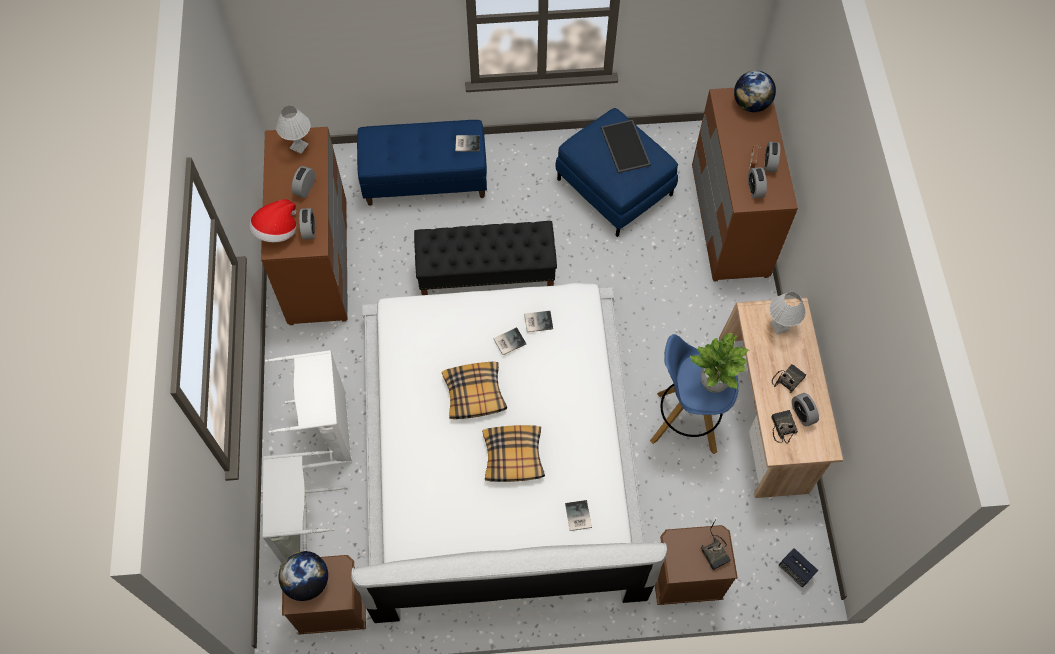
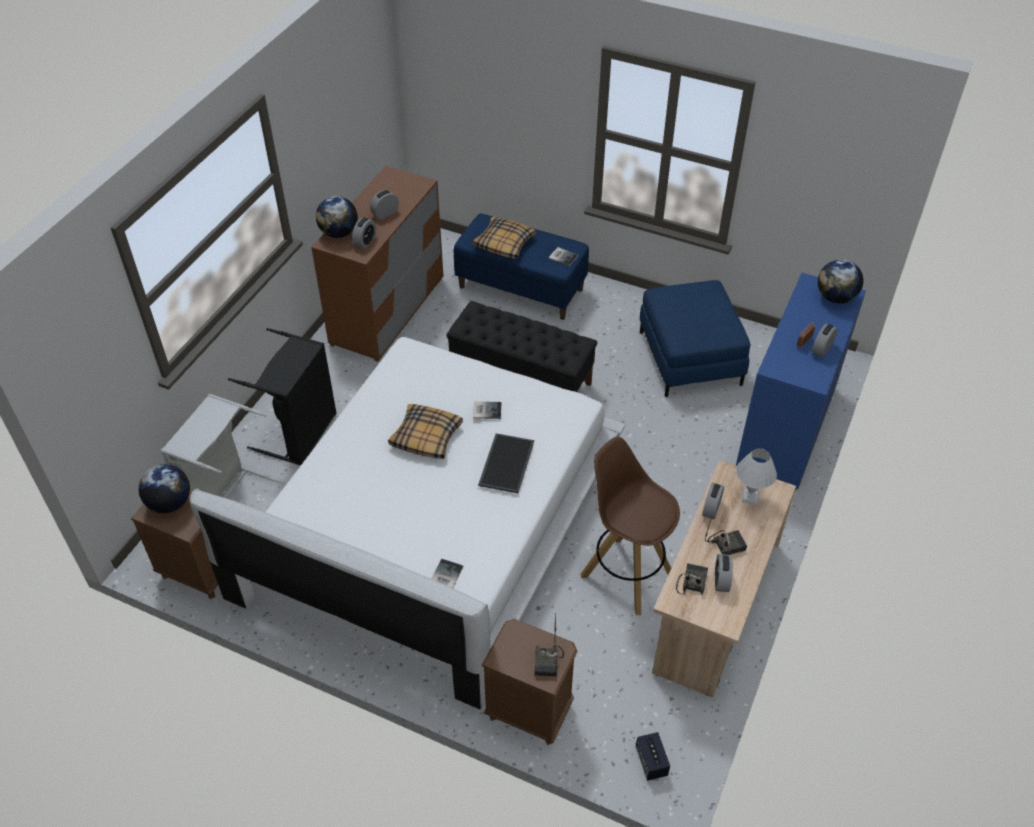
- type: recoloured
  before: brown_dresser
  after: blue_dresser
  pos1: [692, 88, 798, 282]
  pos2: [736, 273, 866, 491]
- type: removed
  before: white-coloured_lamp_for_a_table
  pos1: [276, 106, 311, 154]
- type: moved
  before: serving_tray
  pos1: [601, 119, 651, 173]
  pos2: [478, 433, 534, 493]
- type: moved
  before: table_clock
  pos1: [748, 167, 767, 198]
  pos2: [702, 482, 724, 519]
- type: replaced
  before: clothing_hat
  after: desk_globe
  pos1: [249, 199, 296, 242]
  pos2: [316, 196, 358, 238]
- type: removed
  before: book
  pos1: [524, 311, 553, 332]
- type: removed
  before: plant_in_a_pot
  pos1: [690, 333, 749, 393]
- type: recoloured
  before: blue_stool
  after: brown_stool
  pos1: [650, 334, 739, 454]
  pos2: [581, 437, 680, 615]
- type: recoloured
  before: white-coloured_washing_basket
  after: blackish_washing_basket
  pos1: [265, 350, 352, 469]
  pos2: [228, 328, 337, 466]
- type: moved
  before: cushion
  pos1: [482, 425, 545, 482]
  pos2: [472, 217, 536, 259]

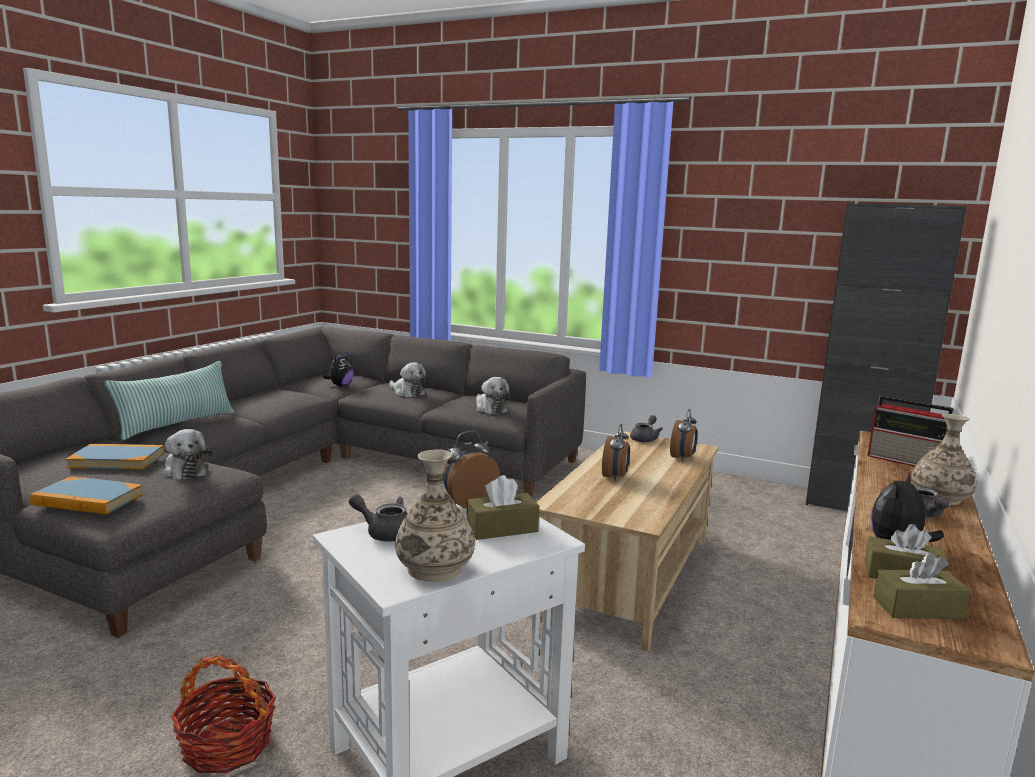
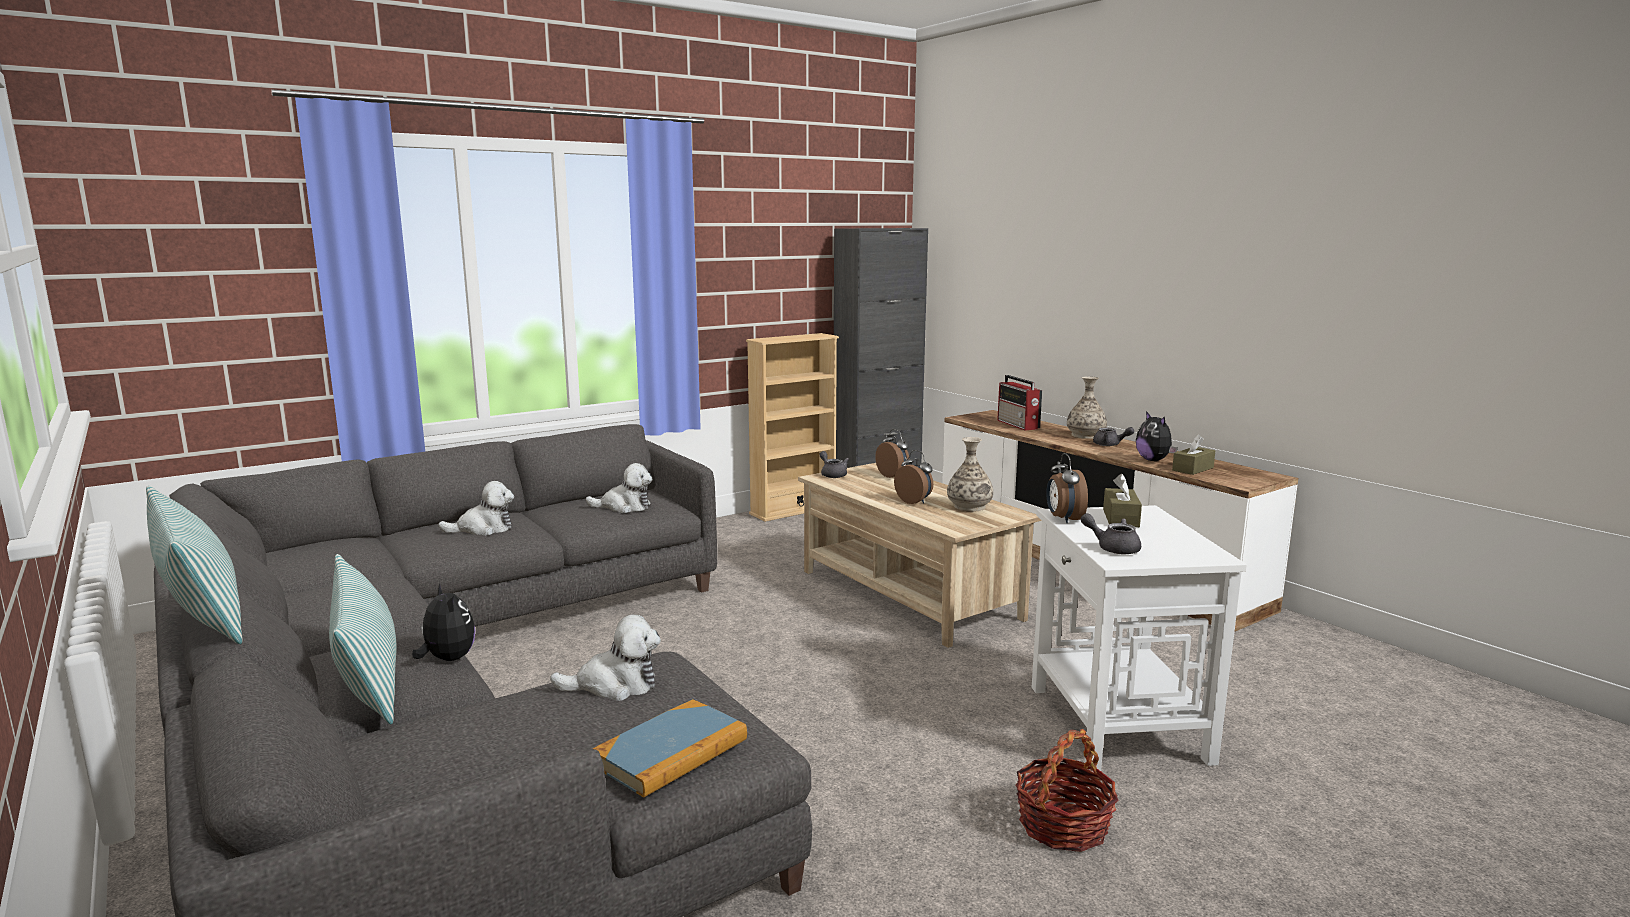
- type: moved
  before: cuddly_toy
  pos1: [323, 351, 354, 386]
  pos2: [412, 583, 475, 661]
- type: turned
  before: radio_set
  pos1: [868, 396, 954, 467]
  pos2: [997, 375, 1042, 430]
  turn: 90
- type: removed
  before: book
  pos1: [66, 444, 164, 469]
- type: moved
  before: vase
  pos1: [395, 449, 475, 582]
  pos2: [947, 437, 993, 512]
- type: turned
  before: grey_pot_for_tea
  pos1: [349, 494, 408, 541]
  pos2: [1080, 513, 1141, 554]
  turn: 75
- type: removed
  before: brown_tissue_box
  pos1: [873, 552, 971, 619]
- type: added
  after: beige_bookcase
  pos2: [746, 333, 839, 522]
- type: added
  after: cushion
  pos2: [146, 485, 243, 644]

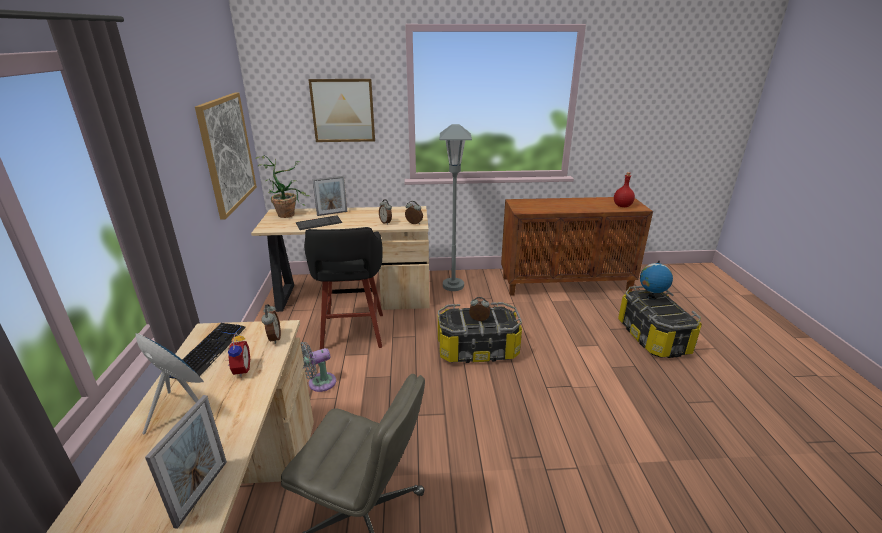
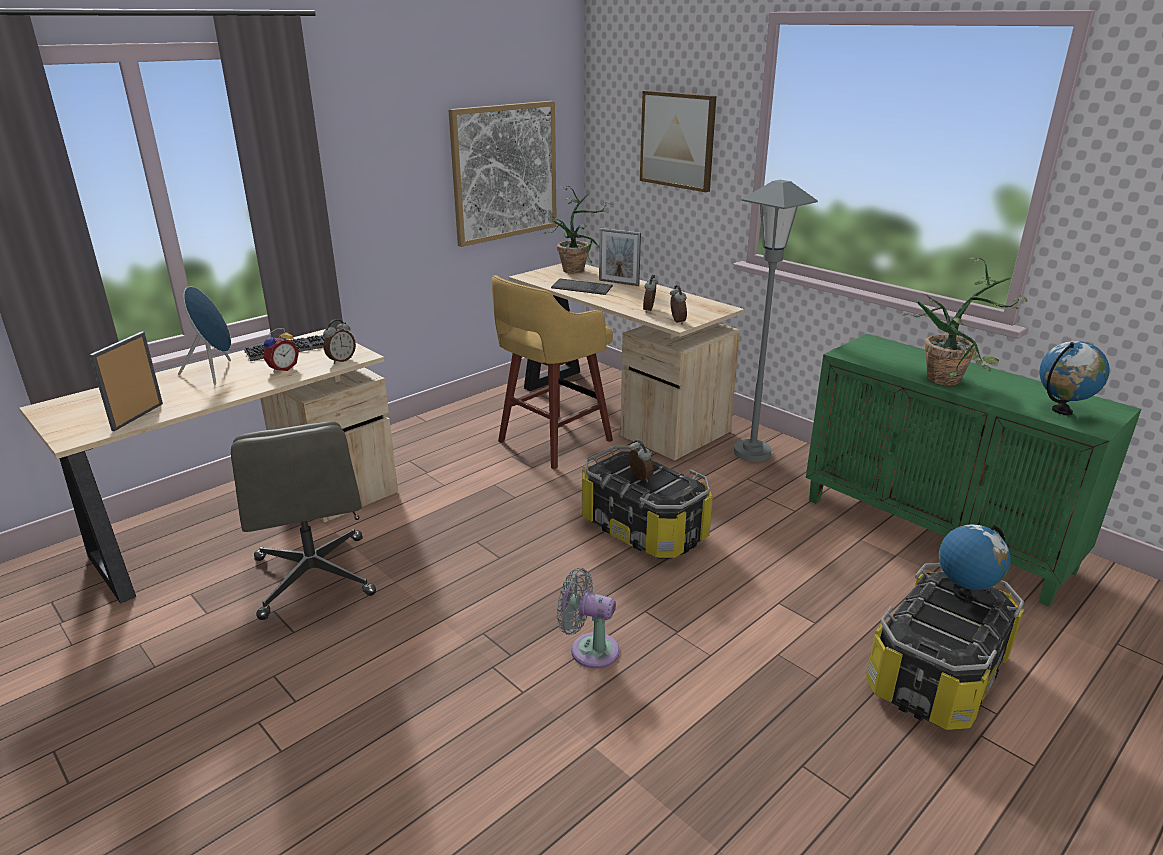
- type: replaced
  before: red_beverage_bottle
  after: desk_globe
  pos1: [614, 172, 635, 207]
  pos2: [1039, 341, 1109, 415]
- type: recoloured
  before: brown_storage_cabinet
  after: green-coloured_storage_cabinet
  pos1: [501, 197, 653, 296]
  pos2: [806, 334, 1141, 607]
- type: recoloured
  before: blackish_stool
  after: yellowish_stool
  pos1: [304, 227, 383, 349]
  pos2: [491, 275, 613, 469]
- type: moved
  before: grey_cooling_fan
  pos1: [301, 342, 336, 392]
  pos2: [557, 568, 620, 668]
- type: turned
  before: picture_frame
  pos1: [145, 395, 227, 529]
  pos2: [89, 332, 163, 431]
  turn: 135
- type: added
  after: plant_in_a_pot
  pos2: [902, 257, 1028, 385]

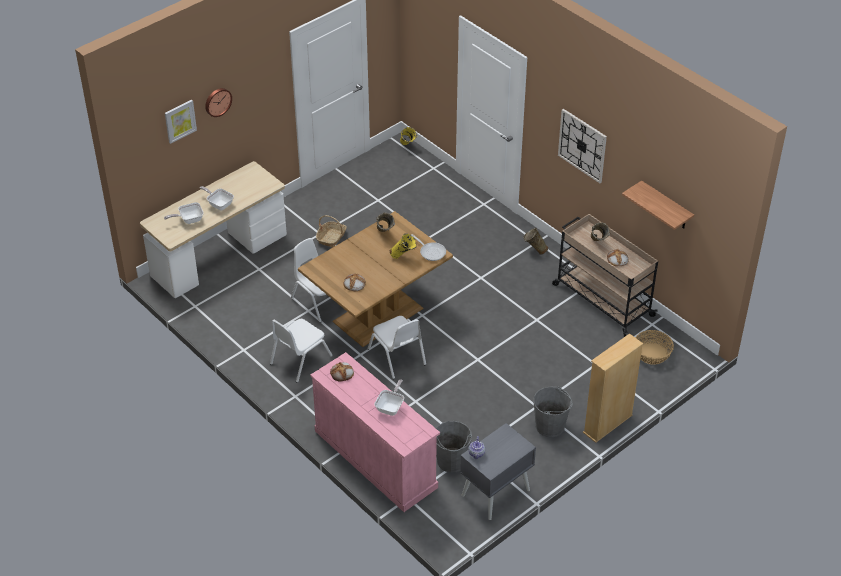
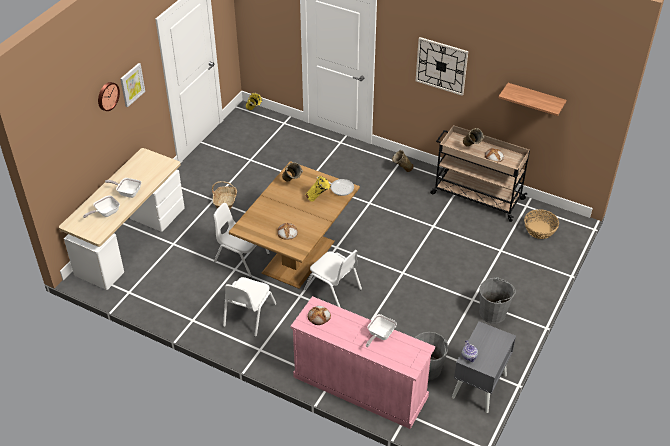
- type: moved
  before: wall_art
  pos1: [165, 100, 197, 144]
  pos2: [120, 63, 145, 107]
- type: removed
  before: beige_bookcase
  pos1: [583, 333, 643, 443]
- type: turned
  before: frying_pan
  pos1: [374, 379, 404, 416]
  pos2: [366, 314, 397, 347]
  turn: -150

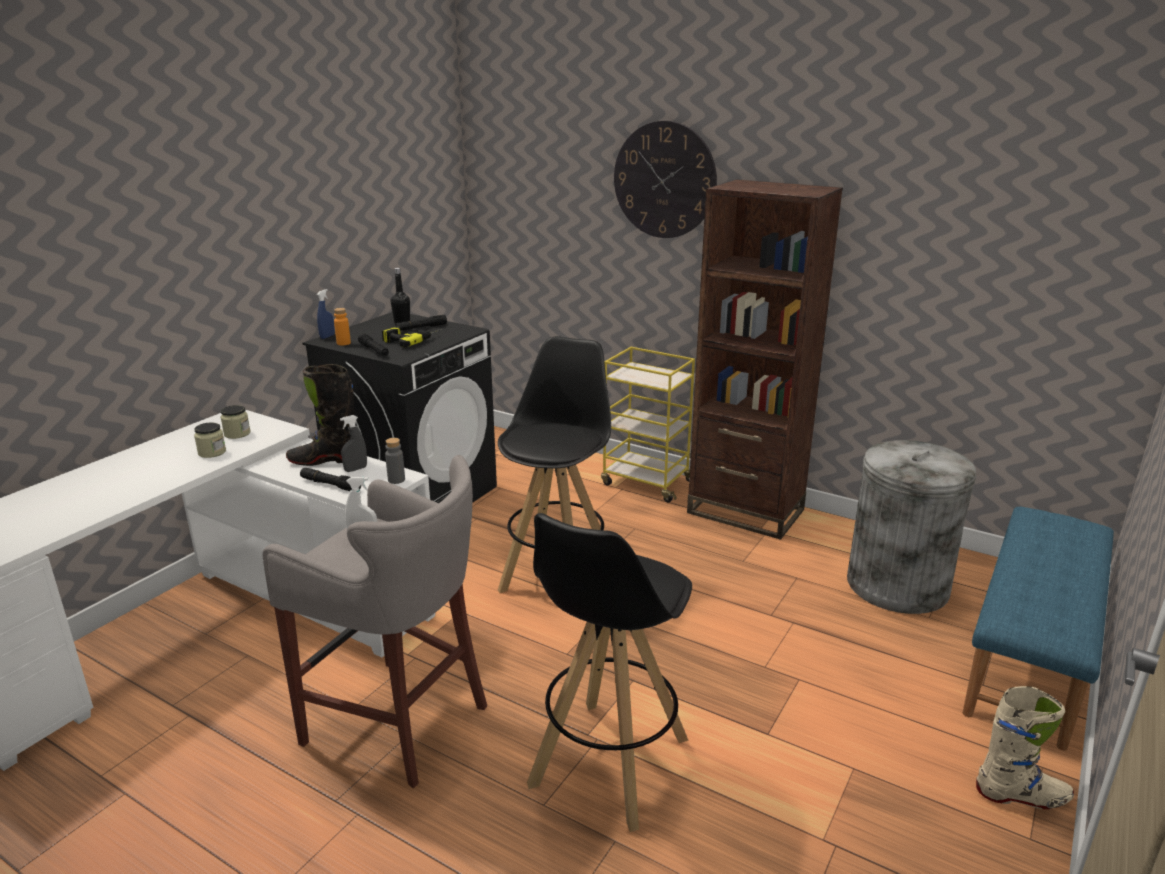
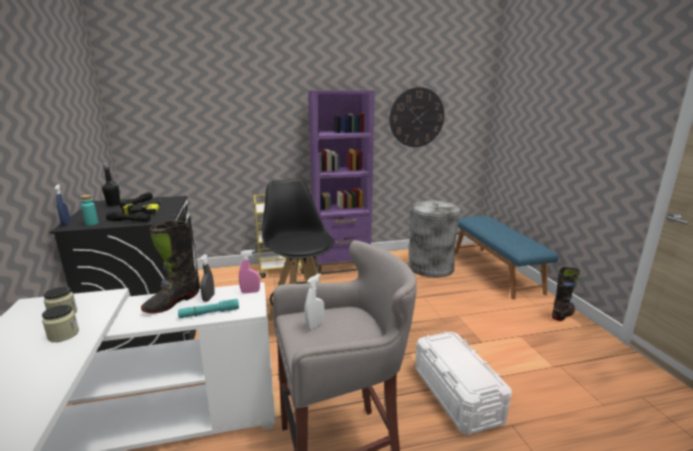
- type: moved
  before: hanging_clock
  pos1: [614, 121, 717, 238]
  pos2: [389, 87, 444, 147]
- type: recoloured
  before: brown_bookcase
  after: purplish_bookcase
  pos1: [687, 179, 843, 540]
  pos2: [308, 90, 375, 274]
- type: recoloured
  before: orange_beverage_bottle
  after: turquoise-coloured_beverage_bottle
  pos1: [334, 308, 351, 346]
  pos2: [80, 195, 99, 226]
- type: replaced
  before: grey_beverage_bottle
  after: pink_sprayer
  pos1: [385, 438, 405, 484]
  pos2: [239, 250, 260, 294]
- type: recoloured
  before: blackish_flashlight
  after: turquoise-coloured_flashlight
  pos1: [300, 468, 361, 491]
  pos2: [178, 299, 239, 318]
- type: replaced
  before: blackish_stool
  after: white-coloured_storage_box
  pos1: [527, 513, 692, 832]
  pos2: [415, 331, 512, 435]
- type: recoloured
  before: beige_boot
  after: blackish_boot
  pos1: [976, 686, 1074, 809]
  pos2: [552, 267, 580, 321]

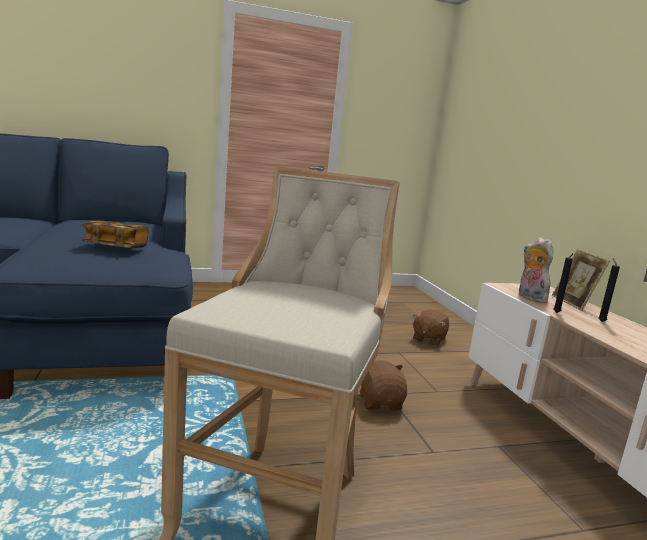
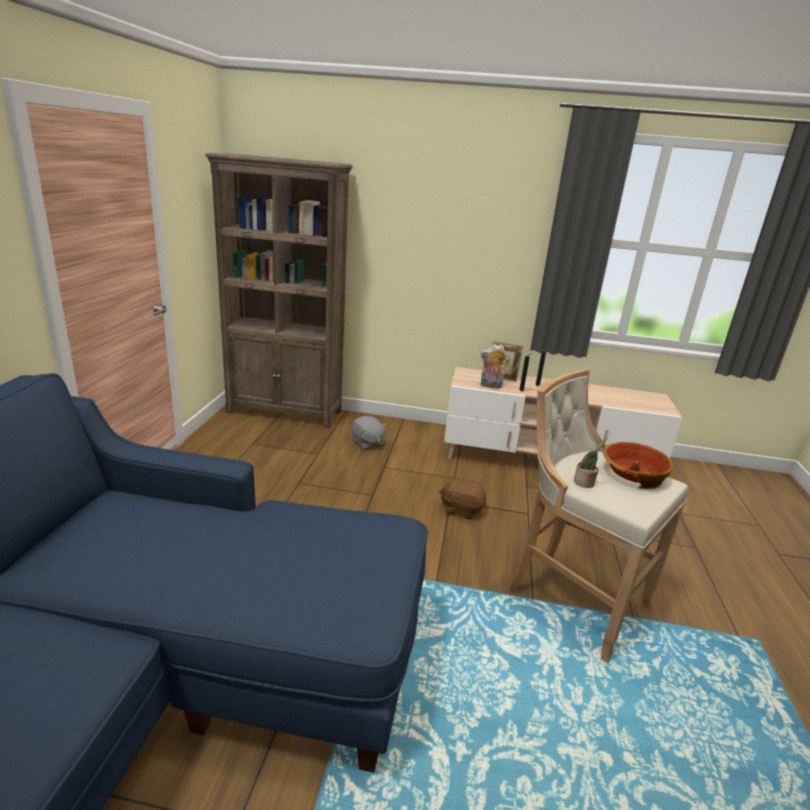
- type: removed
  before: book
  pos1: [82, 221, 149, 248]
- type: recoloured
  before: brown_cuddly_toy
  after: grey_cuddly_toy
  pos1: [413, 310, 449, 346]
  pos2: [351, 416, 387, 450]
- type: added
  after: brown_bookcase
  pos2: [205, 153, 353, 428]
- type: added
  after: plant_in_a_pot
  pos2: [574, 437, 608, 488]
- type: added
  after: serving_bowl
  pos2: [603, 442, 673, 489]

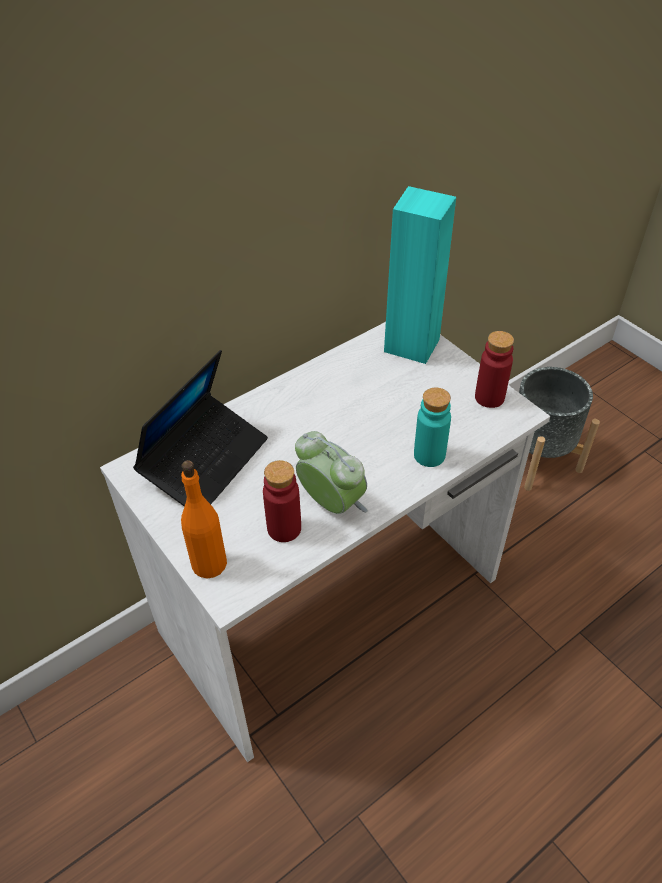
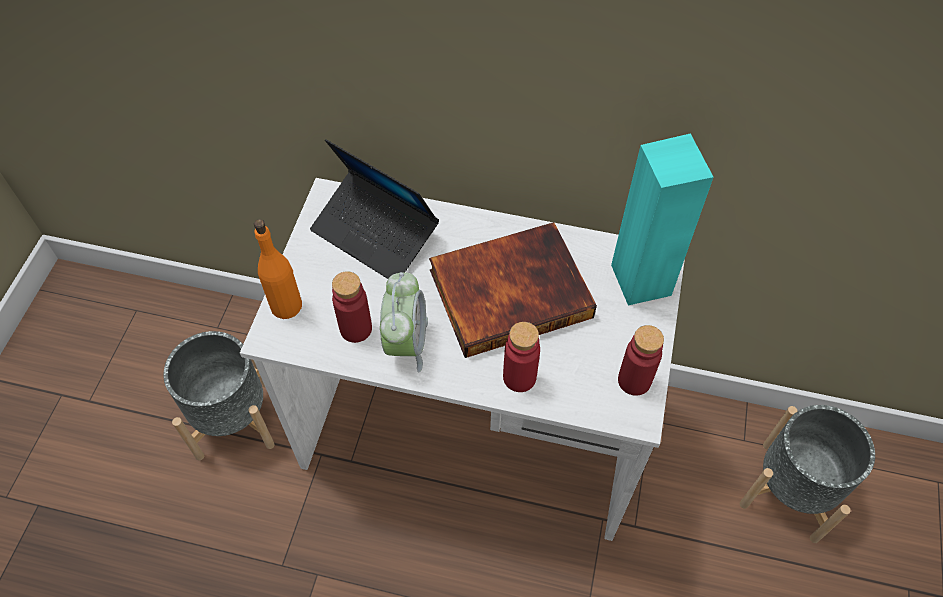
- type: turned
  before: laptop
  pos1: [133, 350, 268, 507]
  pos2: [310, 139, 439, 279]
  turn: 45
- type: recoloured
  before: turquoise-coloured_beverage_bottle
  after: red_beverage_bottle
  pos1: [414, 388, 451, 467]
  pos2: [503, 322, 540, 392]
- type: added
  after: book
  pos2: [429, 222, 597, 358]
- type: added
  after: grey_planter
  pos2: [163, 331, 275, 460]

